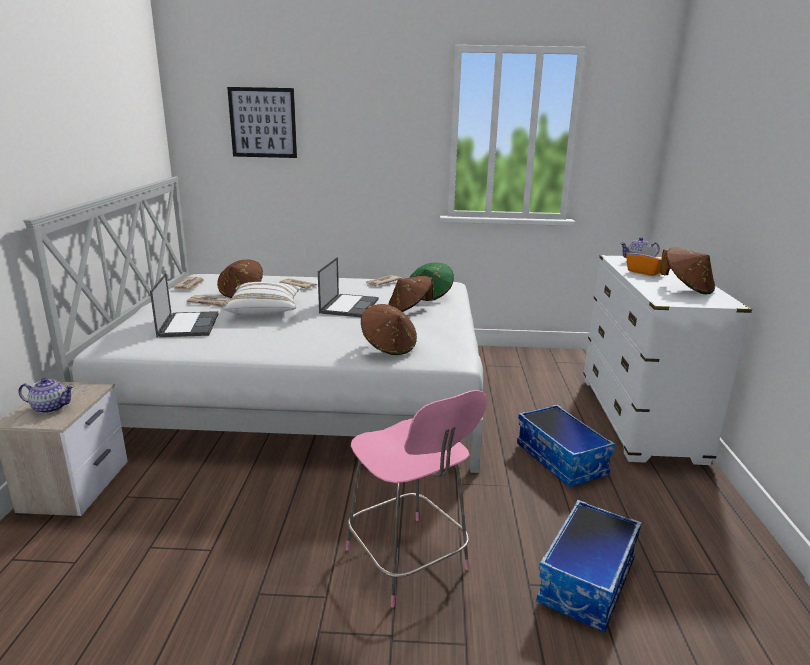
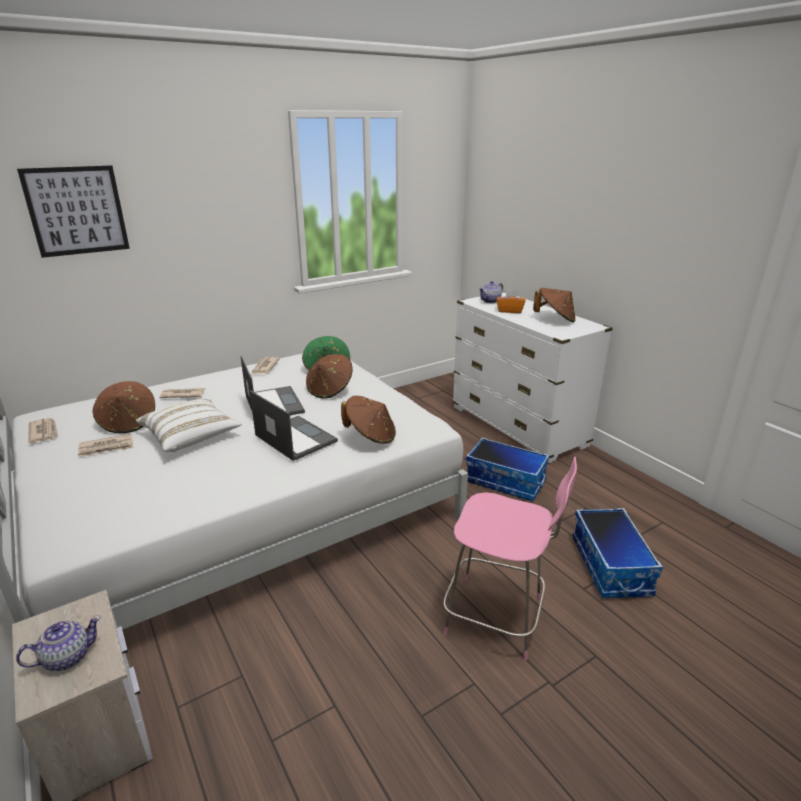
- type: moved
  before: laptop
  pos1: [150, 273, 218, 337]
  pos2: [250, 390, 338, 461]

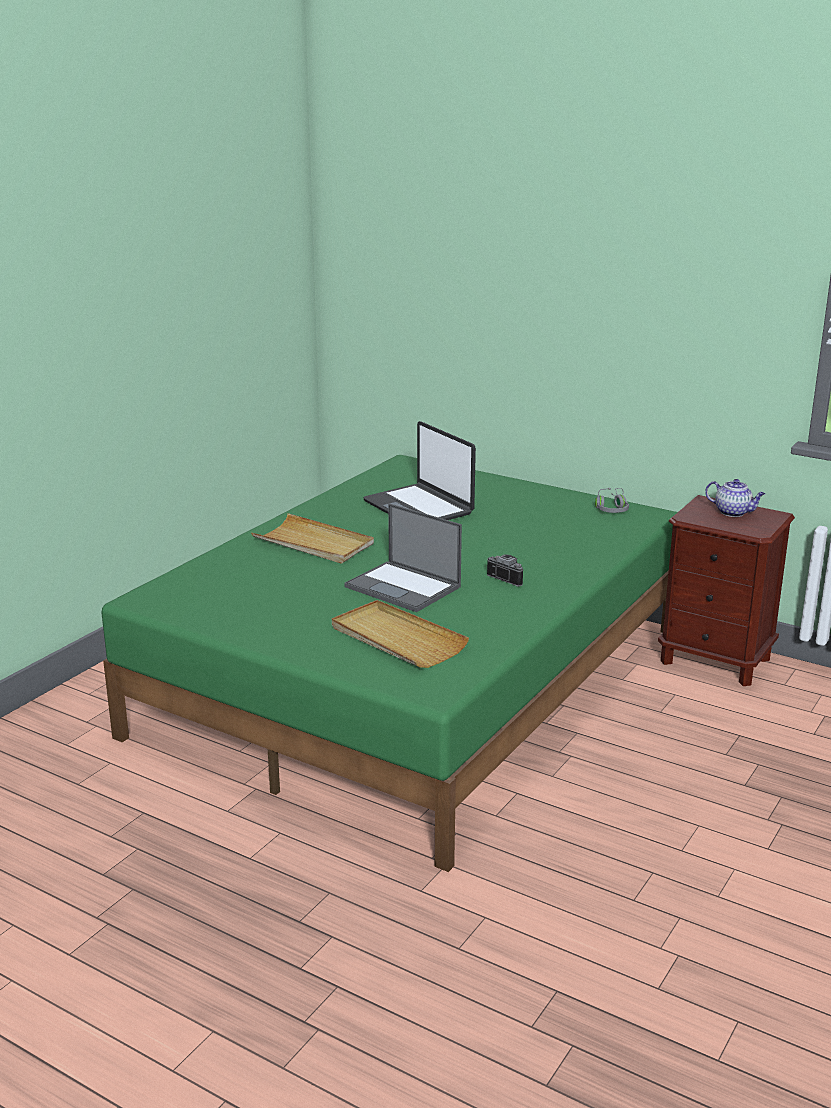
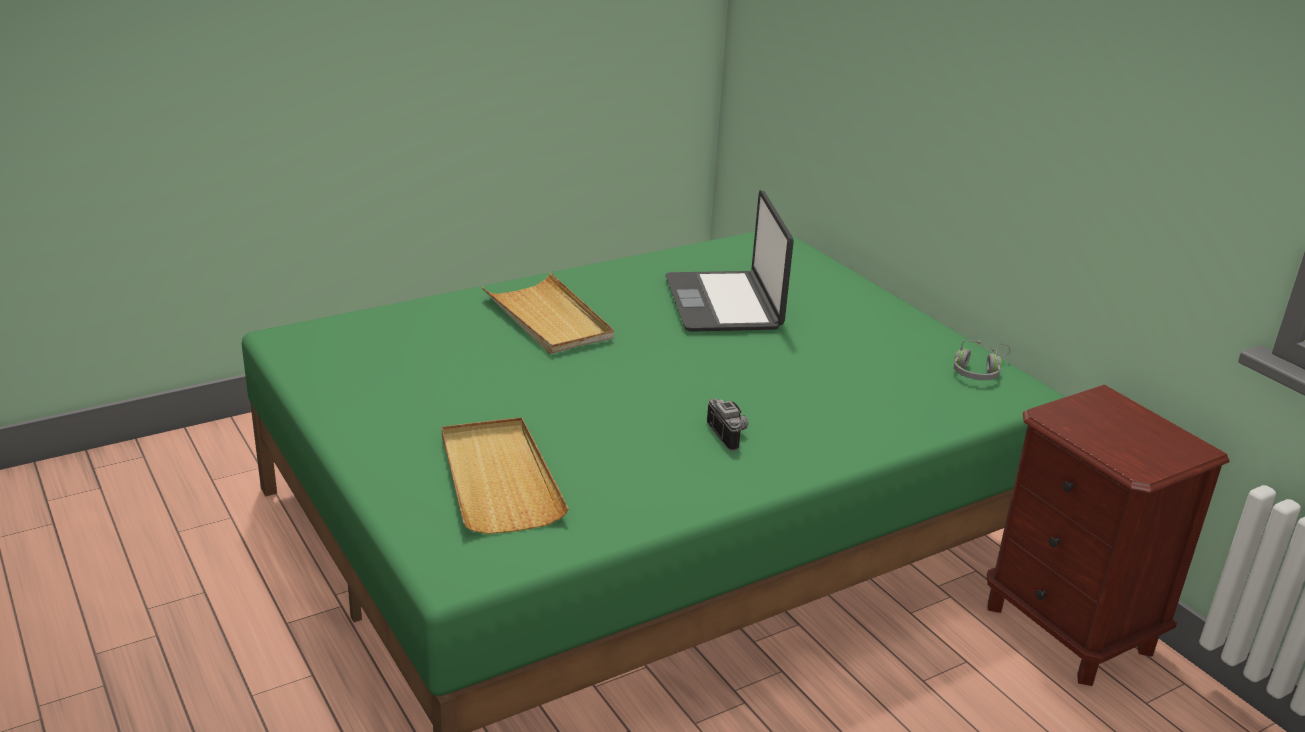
- type: removed
  before: pot_for_tea
  pos1: [705, 479, 765, 517]
- type: removed
  before: laptop
  pos1: [344, 503, 462, 612]

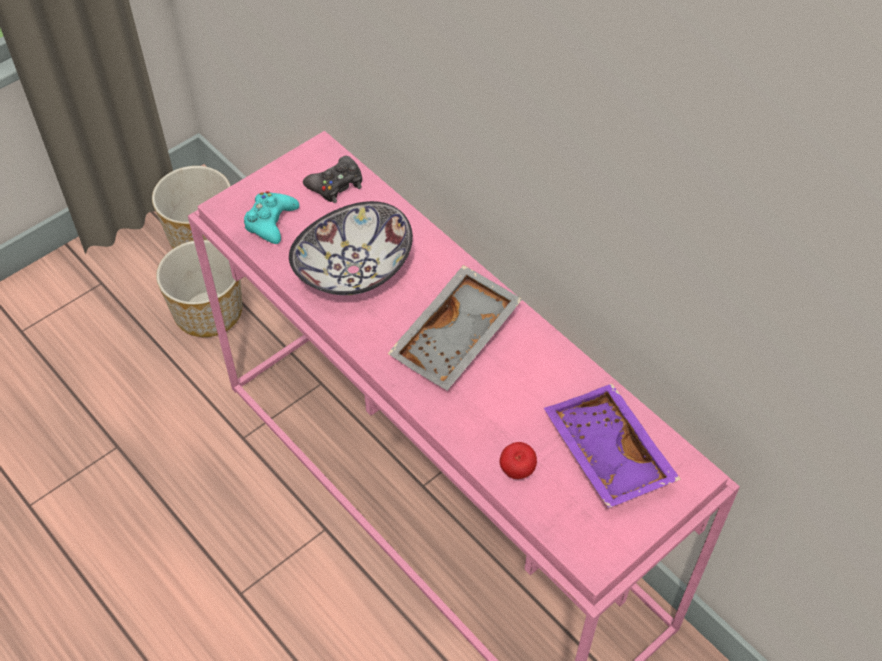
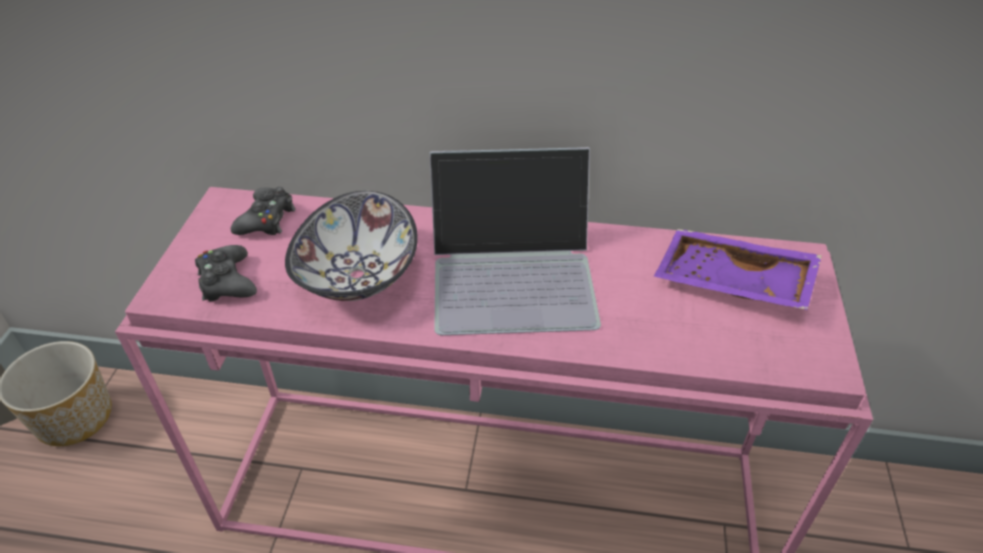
- type: recoloured
  before: turquoise-coloured_joypad
  after: blackish_joypad
  pos1: [244, 191, 299, 244]
  pos2: [195, 245, 257, 301]
- type: removed
  before: planter
  pos1: [156, 240, 242, 337]
- type: replaced
  before: grey_serving_tray
  after: laptop
  pos1: [387, 265, 522, 391]
  pos2: [430, 147, 601, 335]
- type: removed
  before: apple
  pos1: [500, 442, 537, 479]

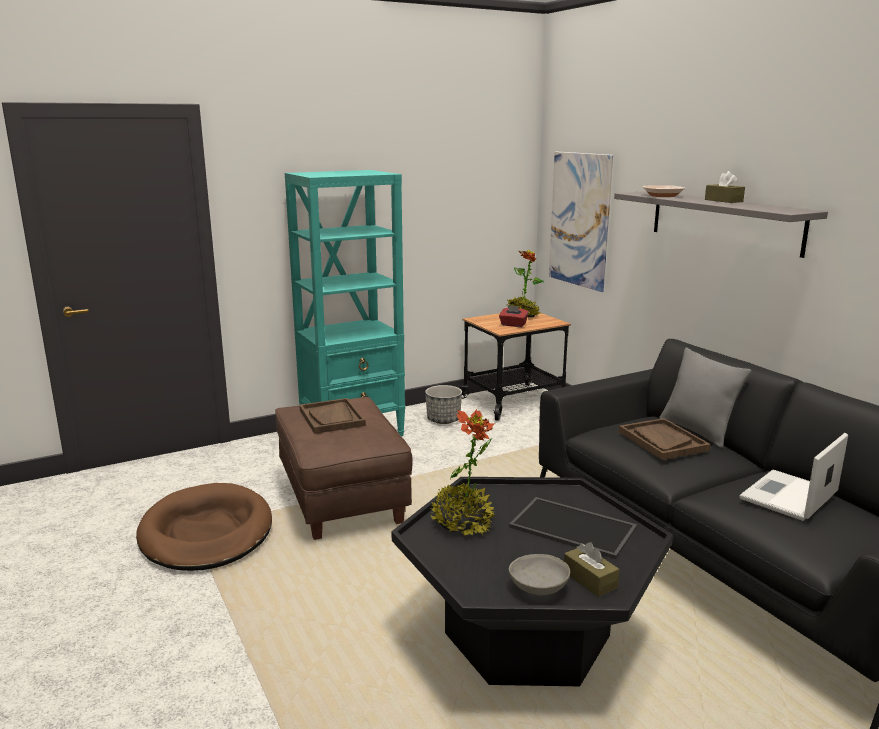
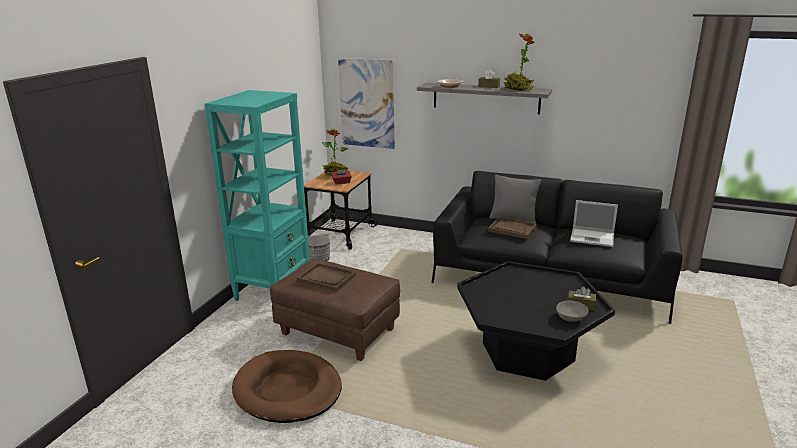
- type: moved
  before: plant_in_a_pot
  pos1: [429, 409, 495, 536]
  pos2: [504, 33, 535, 91]
- type: turned
  before: laptop
  pos1: [739, 433, 848, 521]
  pos2: [570, 200, 618, 247]
  turn: -75
- type: removed
  before: serving_tray
  pos1: [509, 497, 637, 559]

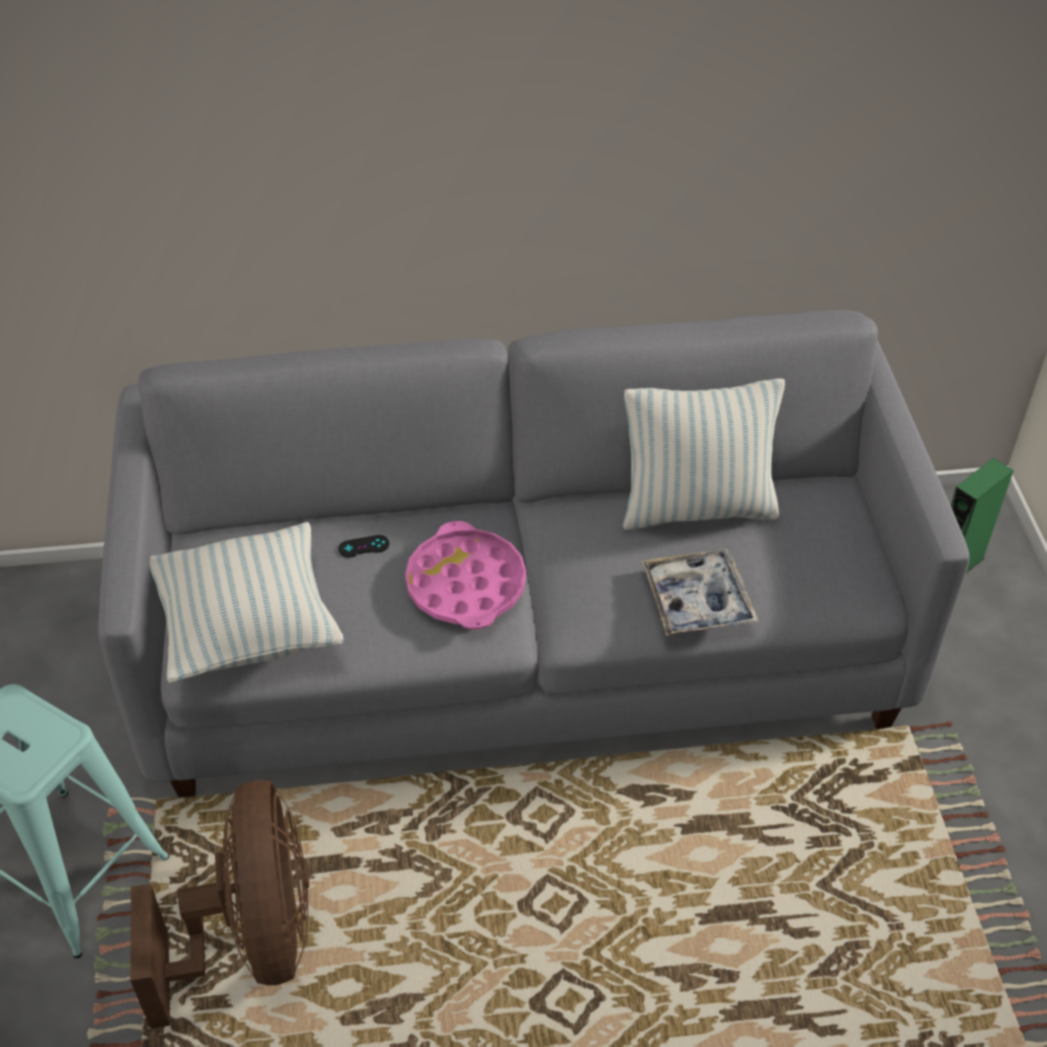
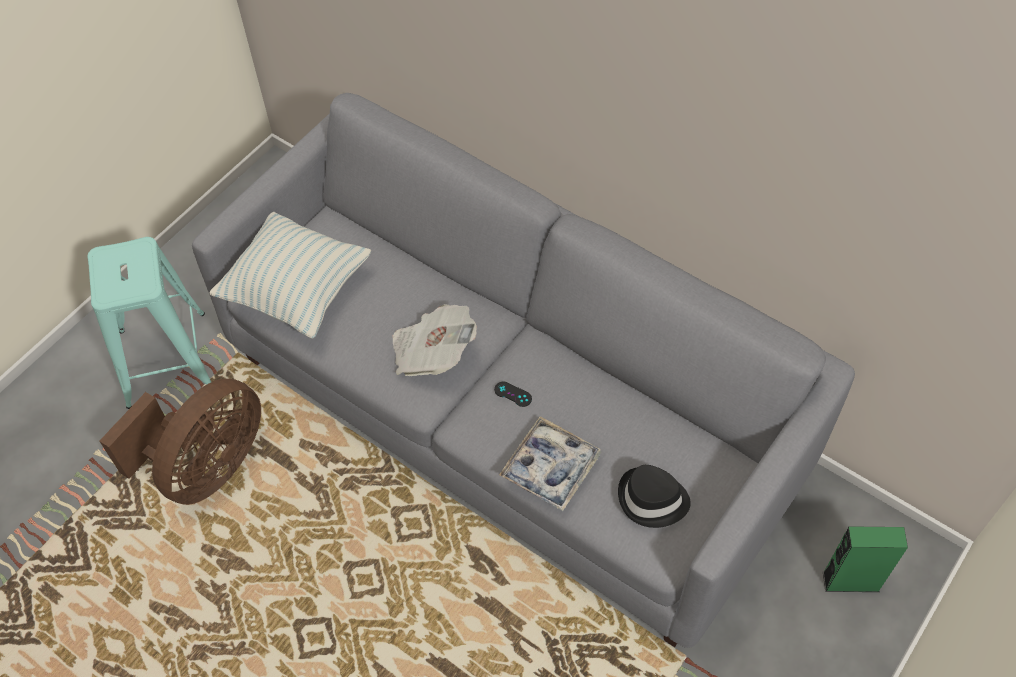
- type: removed
  before: cushion
  pos1: [623, 379, 785, 530]
- type: replaced
  before: pink_serving_tray
  after: printed_paper
  pos1: [405, 521, 526, 629]
  pos2: [392, 304, 477, 376]
- type: moved
  before: blackish_joypad
  pos1: [338, 535, 389, 558]
  pos2: [494, 382, 532, 407]
- type: added
  after: blackish_clothing_hat
  pos2: [618, 465, 691, 528]

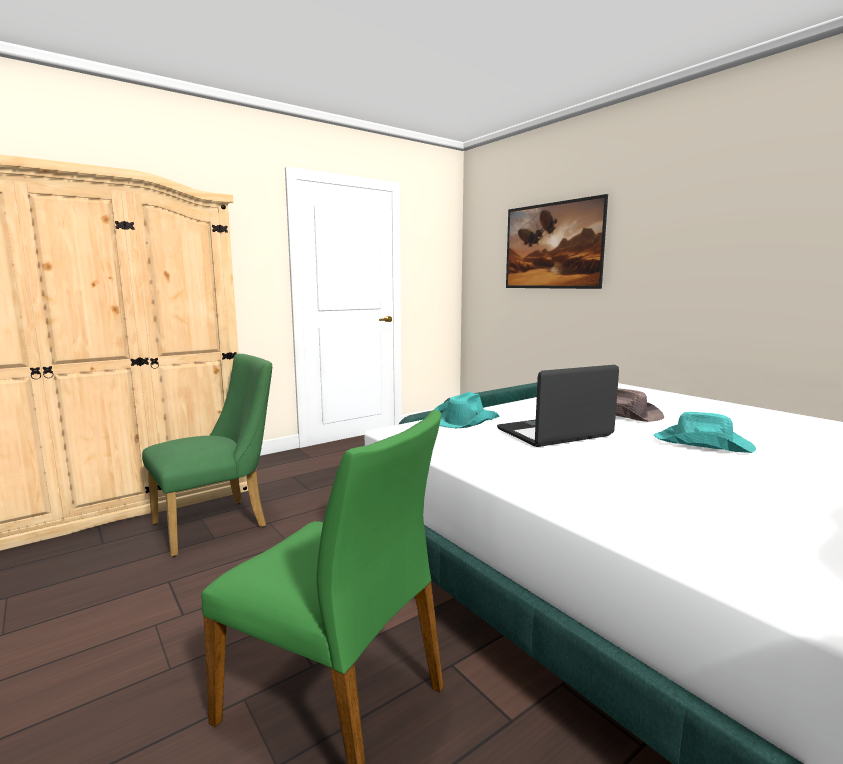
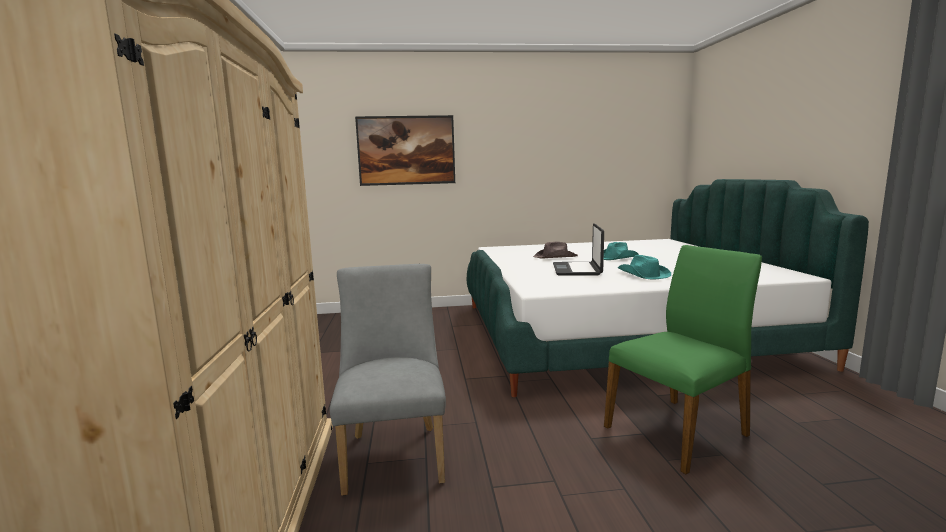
- type: recoloured
  before: green-coloured_plain_chair
  after: grey_plain_chair
  pos1: [142, 354, 272, 557]
  pos2: [330, 264, 446, 496]
- type: moved
  before: turquoise-coloured_clothing_hat
  pos1: [434, 392, 500, 428]
  pos2: [618, 255, 671, 279]

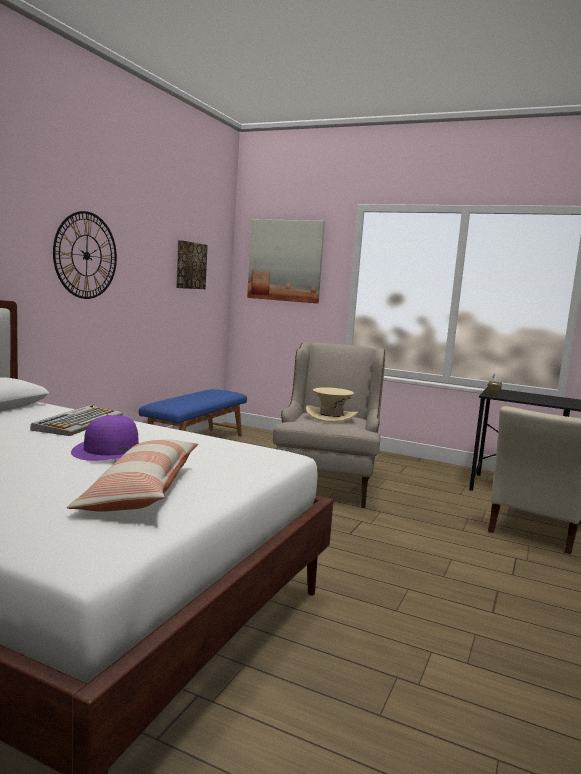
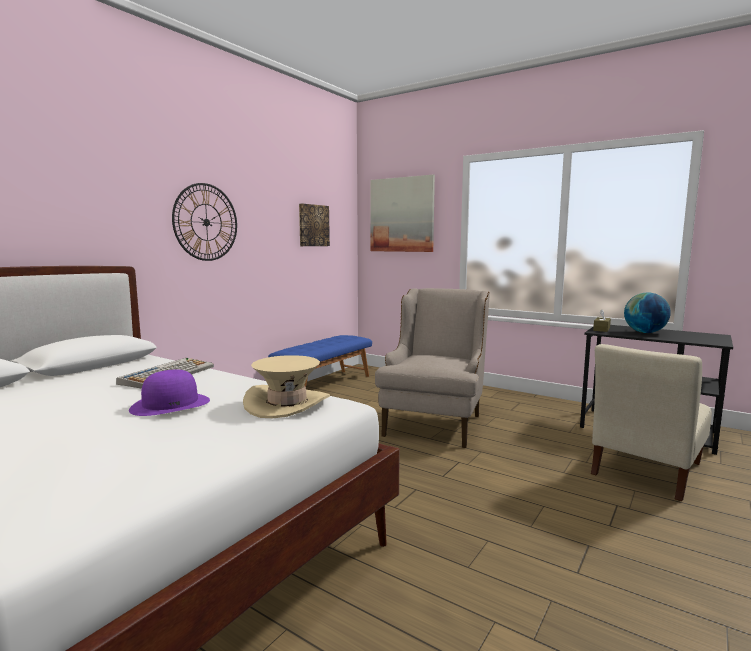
- type: moved
  before: beige_clothing_hat
  pos1: [306, 387, 358, 422]
  pos2: [243, 355, 330, 418]
- type: removed
  before: cushion
  pos1: [67, 439, 198, 512]
- type: added
  after: desk_globe
  pos2: [624, 292, 671, 333]

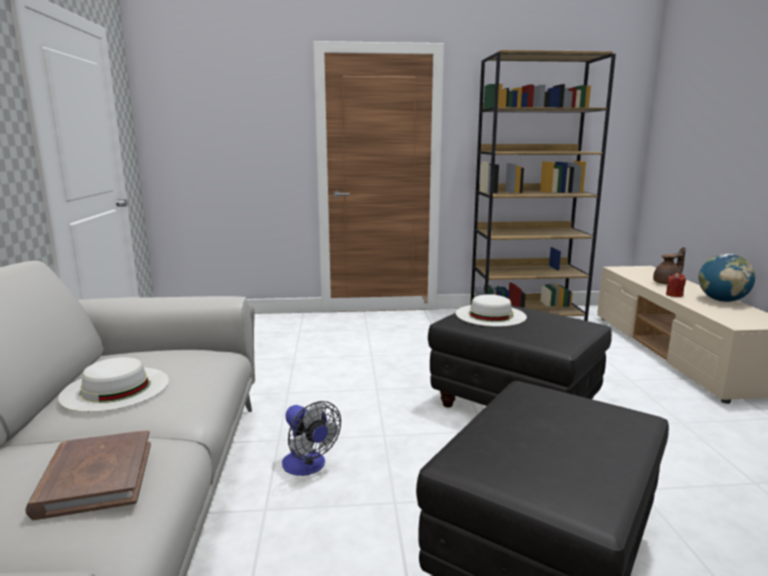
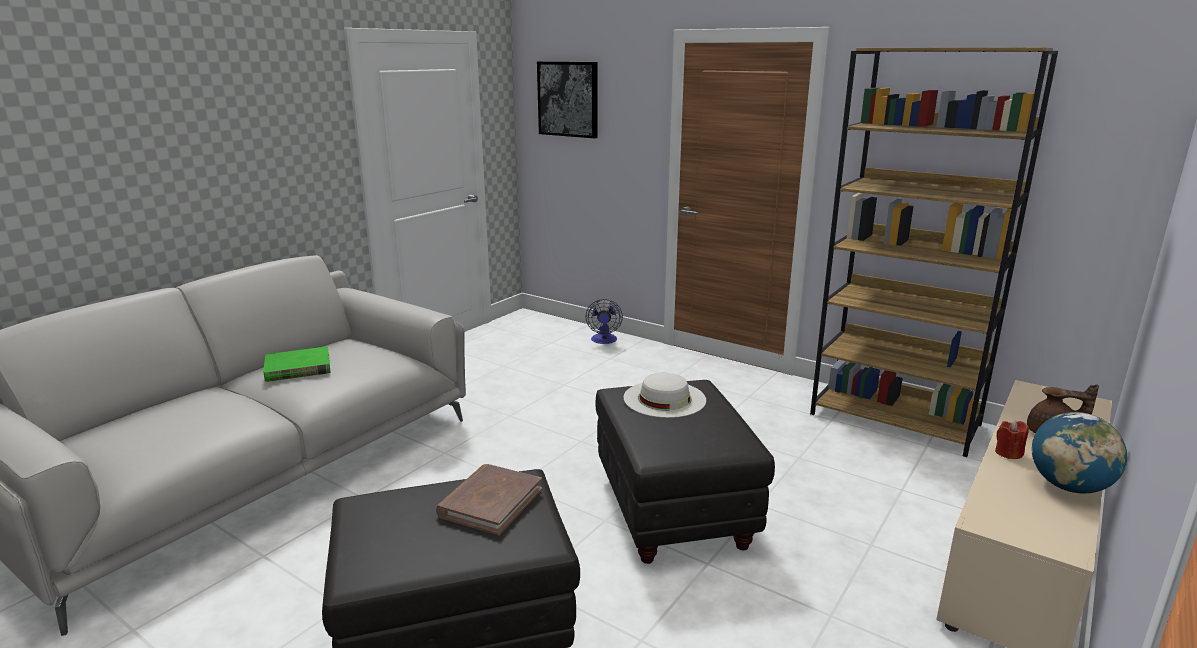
- type: replaced
  before: white-coloured_clothing_hat
  after: green-coloured_book
  pos1: [58, 357, 169, 412]
  pos2: [263, 346, 330, 382]
- type: moved
  before: cooling_fan
  pos1: [282, 401, 341, 476]
  pos2: [586, 299, 623, 344]
- type: moved
  before: brown_book
  pos1: [25, 430, 151, 520]
  pos2: [436, 464, 542, 535]
- type: added
  after: wall_art
  pos2: [537, 62, 598, 138]

